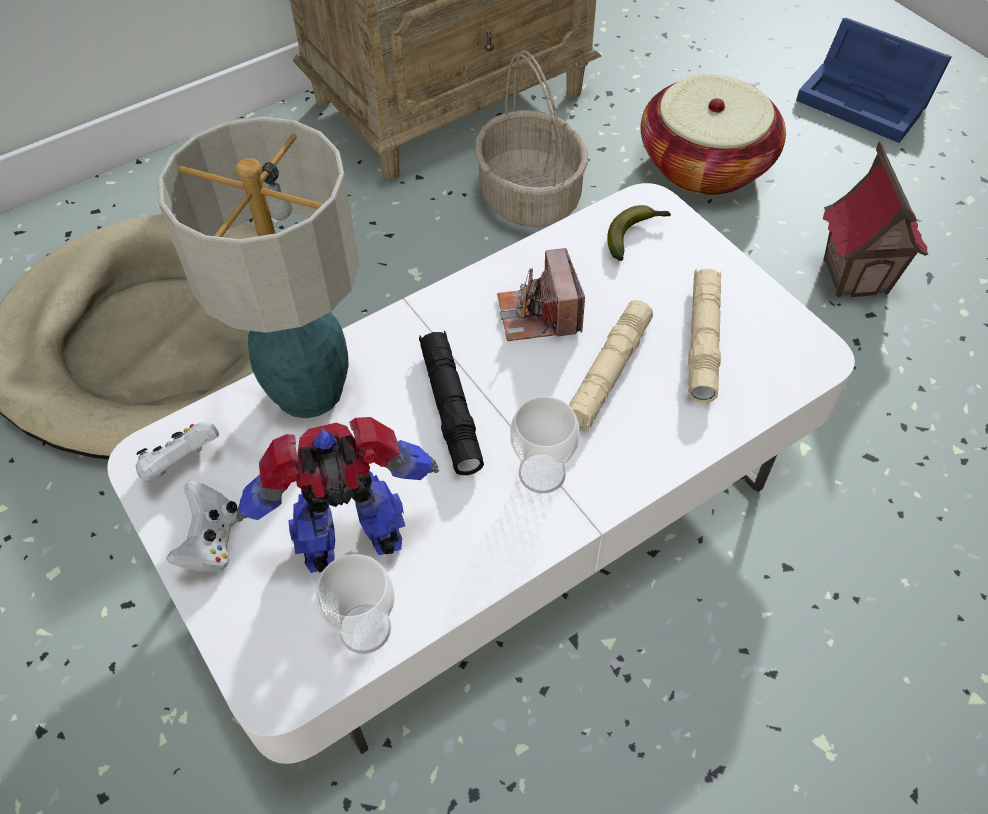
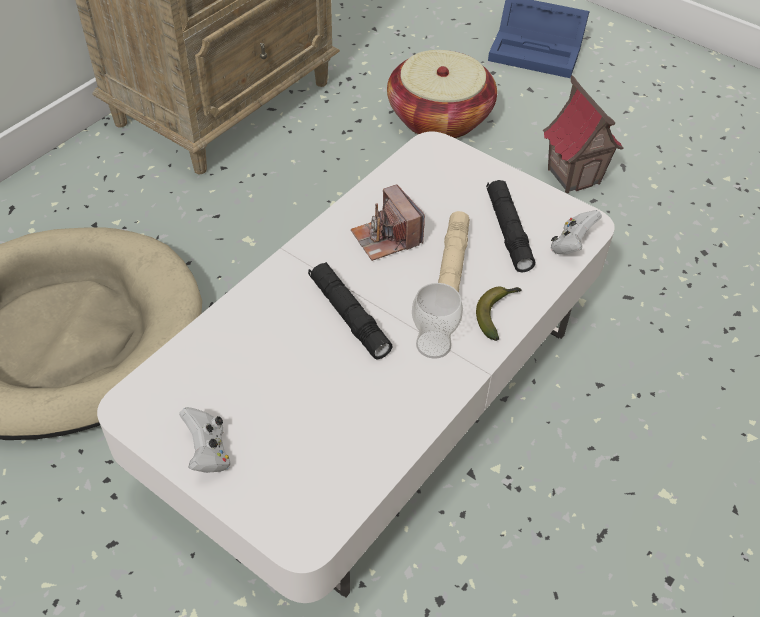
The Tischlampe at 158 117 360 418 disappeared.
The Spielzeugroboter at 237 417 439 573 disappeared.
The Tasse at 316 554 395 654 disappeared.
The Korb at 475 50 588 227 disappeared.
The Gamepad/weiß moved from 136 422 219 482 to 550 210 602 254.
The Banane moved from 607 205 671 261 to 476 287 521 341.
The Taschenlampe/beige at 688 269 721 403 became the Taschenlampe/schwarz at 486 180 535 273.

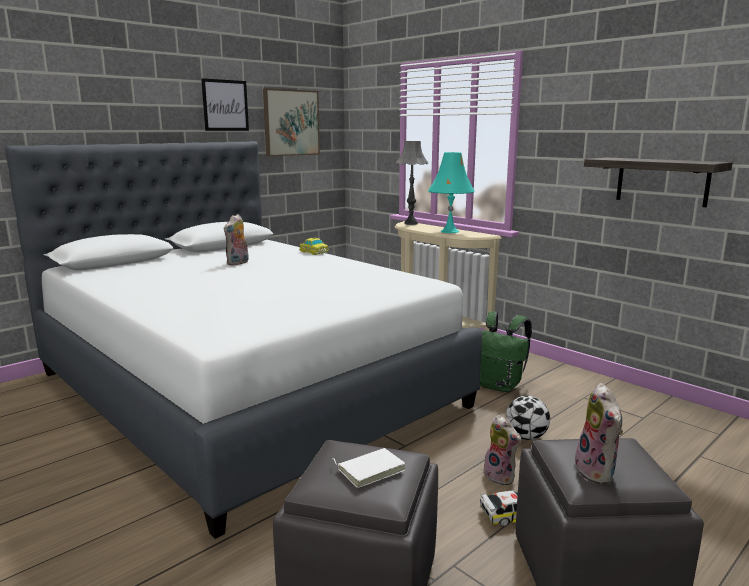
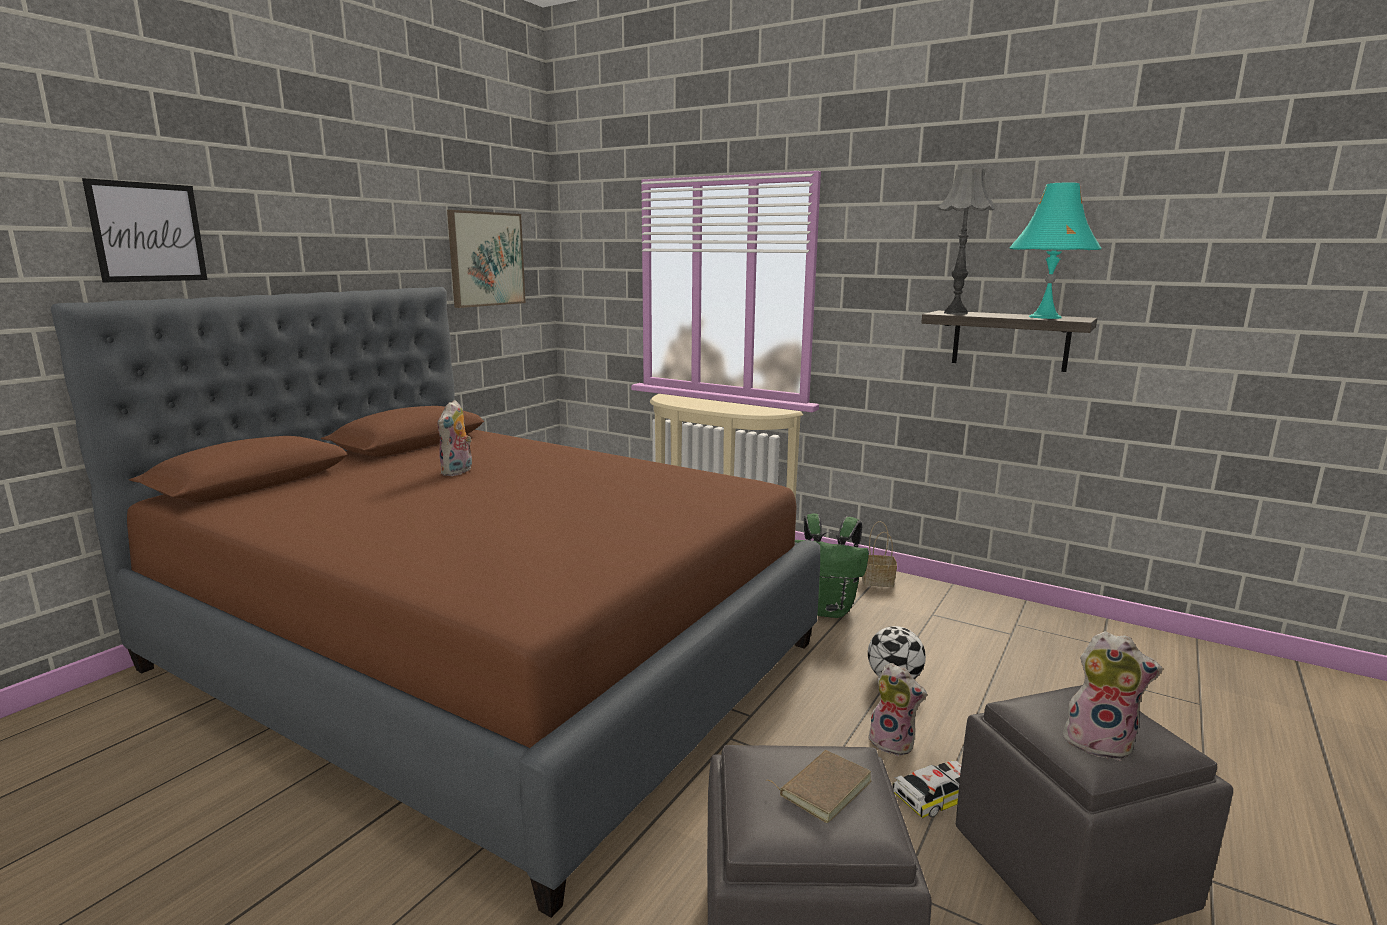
The Spielzeugauto at 299 238 329 255 disappeared.
The Korb at 862 521 897 587 appeared.
The Bild moved from 201 78 249 131 to 82 178 208 282.
The Tischlampe/grau moved from 396 141 428 225 to 938 168 996 315.
The Tischlampe/türkis moved from 428 152 475 233 to 1010 182 1101 319.
The Bett/weiß at 5 141 482 539 became the Bett/braun at 51 287 820 918.
The Buch/weiß at 332 448 405 488 became the Buch/braun at 767 750 871 823.
The Plüschtier at 575 383 623 484 turned 45 degrees counterclockwise.

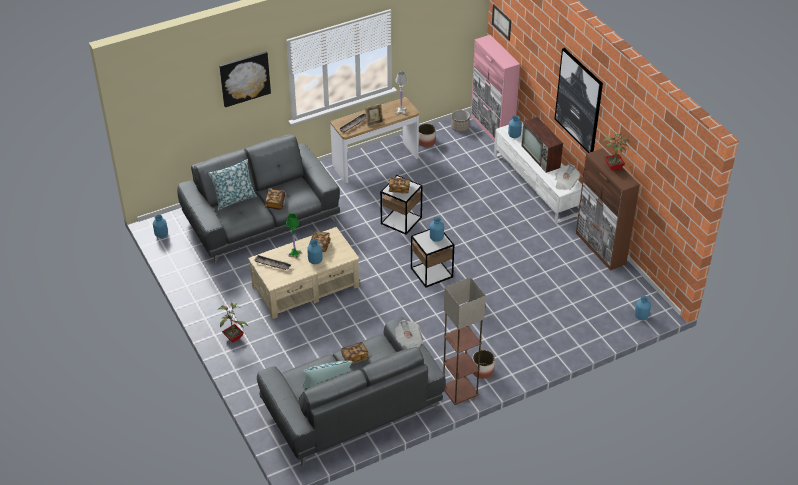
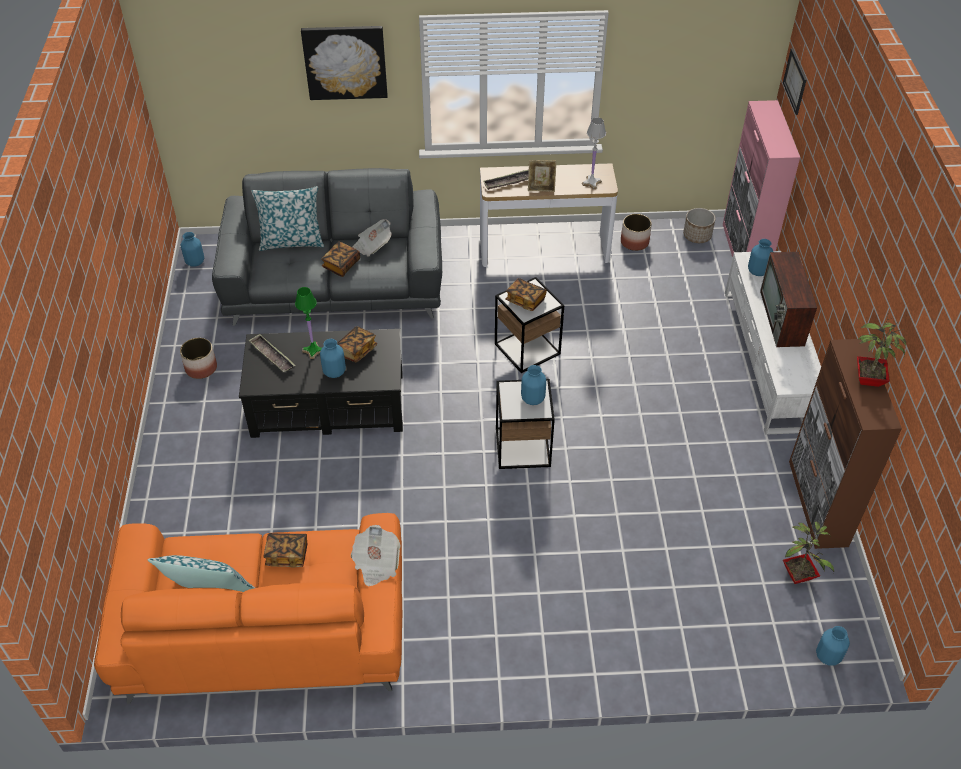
The Stehlampe at 443 277 486 405 disappeared.
The Bild at 555 48 603 153 disappeared.
The Topfpflanze moved from 218 303 248 343 to 783 521 834 584.
The Pflanzkübel moved from 472 350 495 379 to 180 338 217 379.
The Zeitung moved from 555 165 580 190 to 353 219 391 257.
The Couchtisch/beige at 248 227 360 319 became the Couchtisch/schwarz at 239 329 403 438.
The Sofa/grau at 257 317 445 466 became the Sofa/orange at 94 513 402 704.

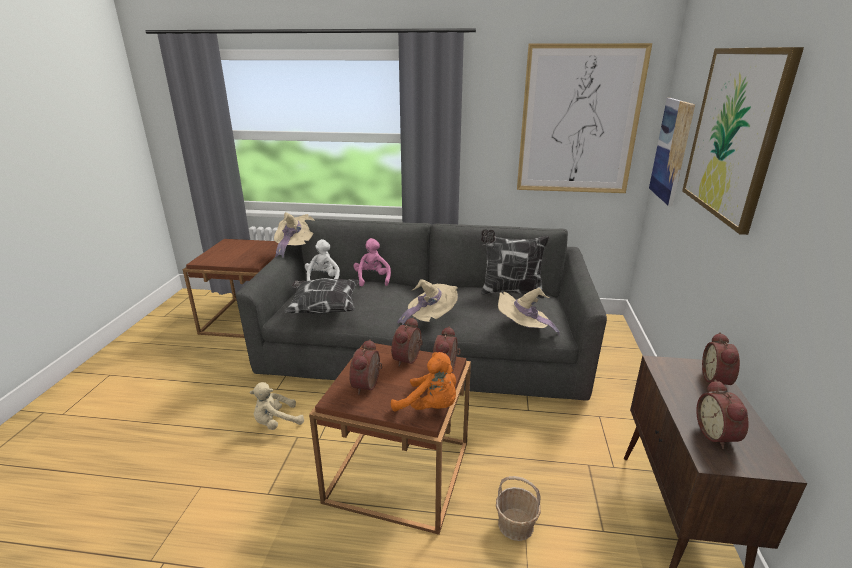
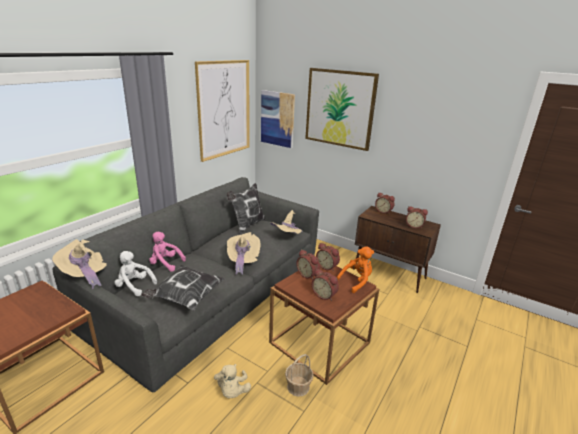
The Korb moved from 496 476 541 541 to 285 354 314 397.

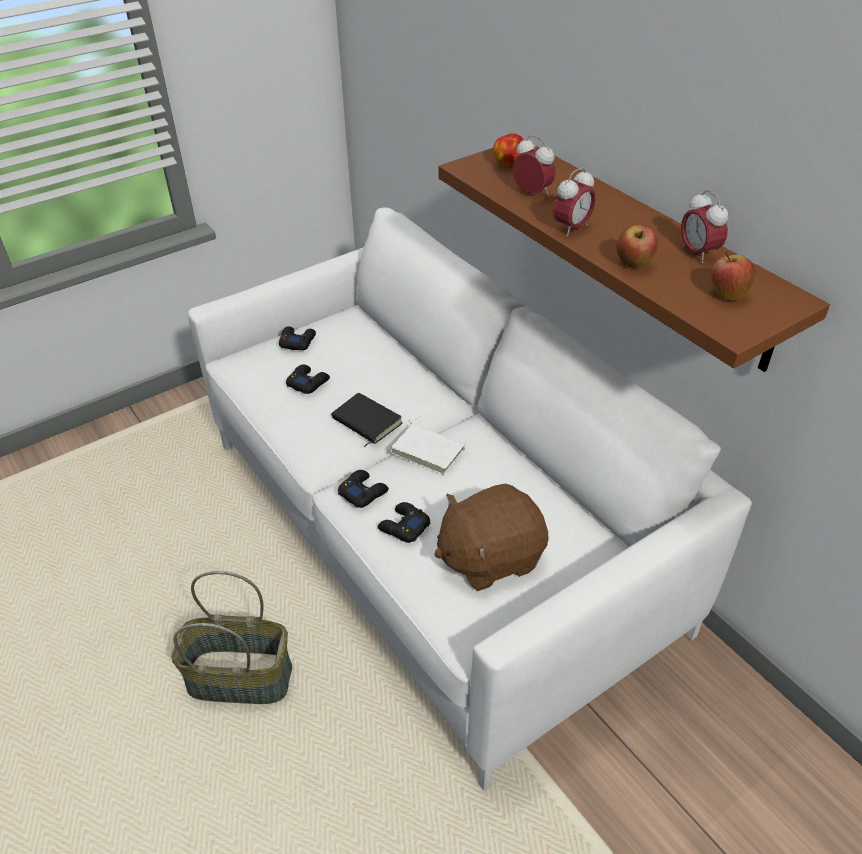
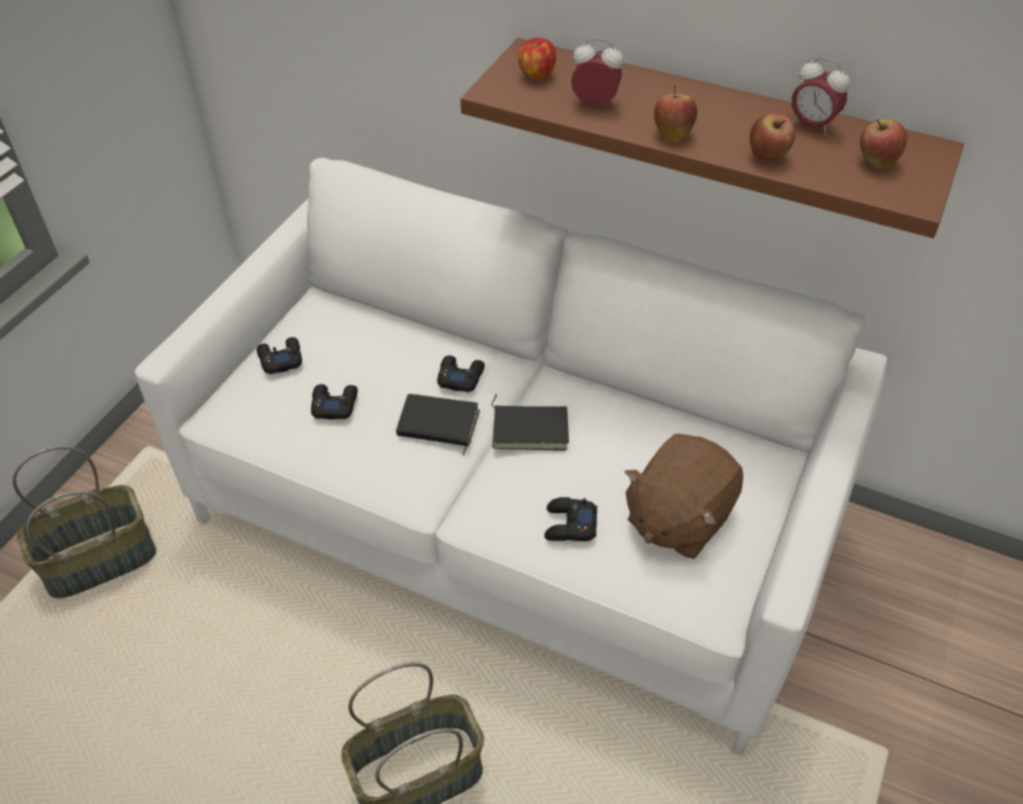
The Korb at 12 446 156 598 appeared.
The Gamepad/schwarz moved from 338 470 389 508 to 437 355 485 392.
The Wecker at 553 167 596 237 was replaced by the Apfel at 654 85 697 142.
The Buch/weiß at 391 416 465 475 became the Buch/schwarz at 491 394 569 451.

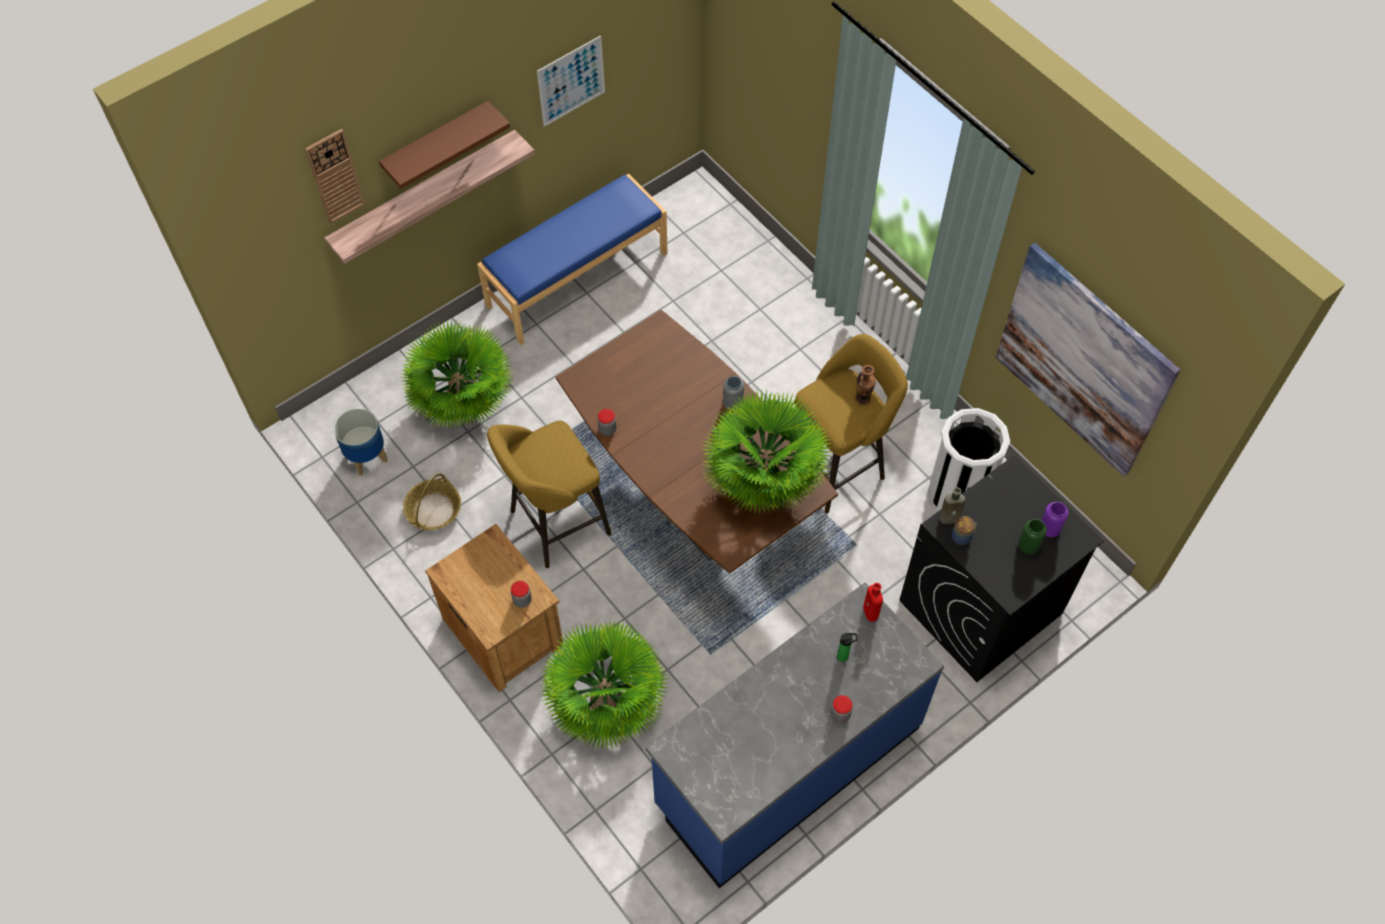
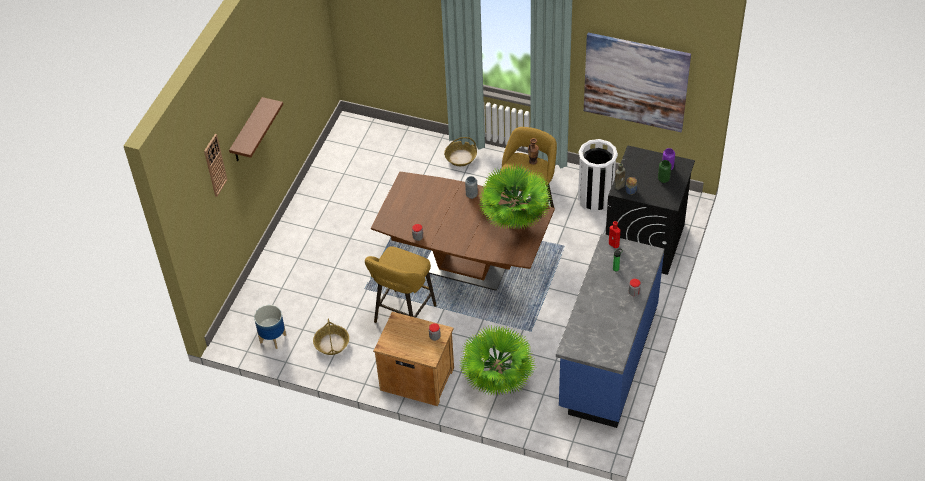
The Wandregal at 324 130 535 264 disappeared.
The Topfpflanze at 400 321 514 430 disappeared.
The Bank/blau at 477 174 668 345 disappeared.
The Bild at 537 35 605 127 disappeared.
The Korb at 444 137 477 166 appeared.

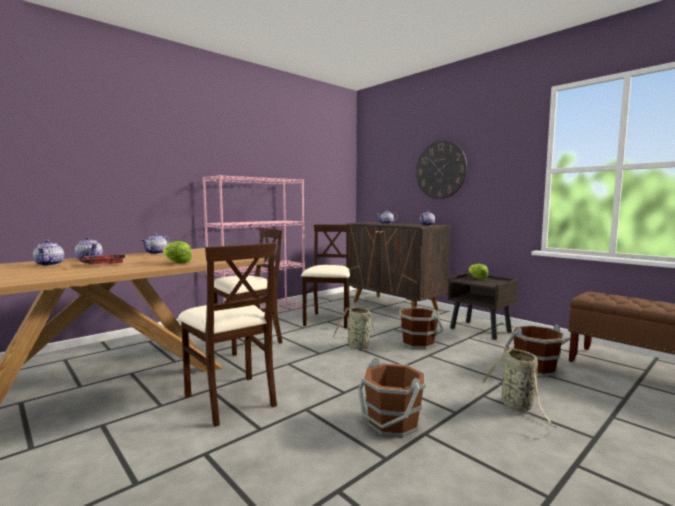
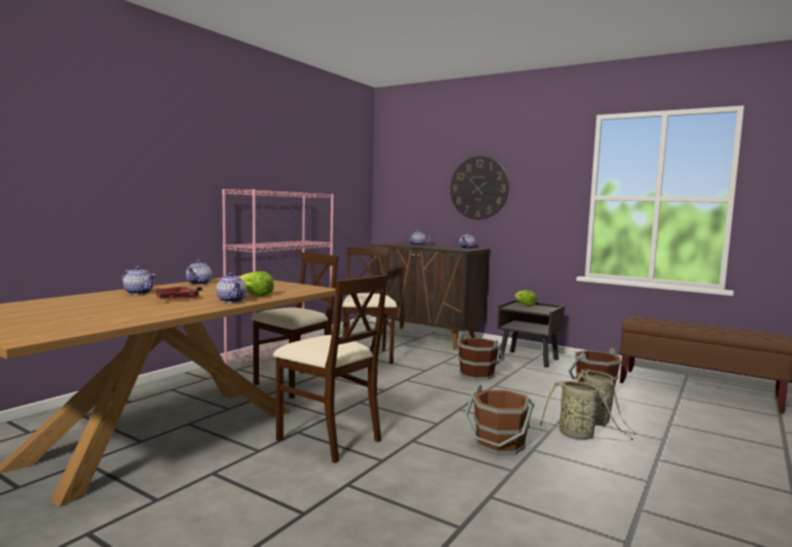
The Teekanne moved from 33 240 64 266 to 216 272 247 302.
The Korb moved from 332 307 388 352 to 539 381 633 441.

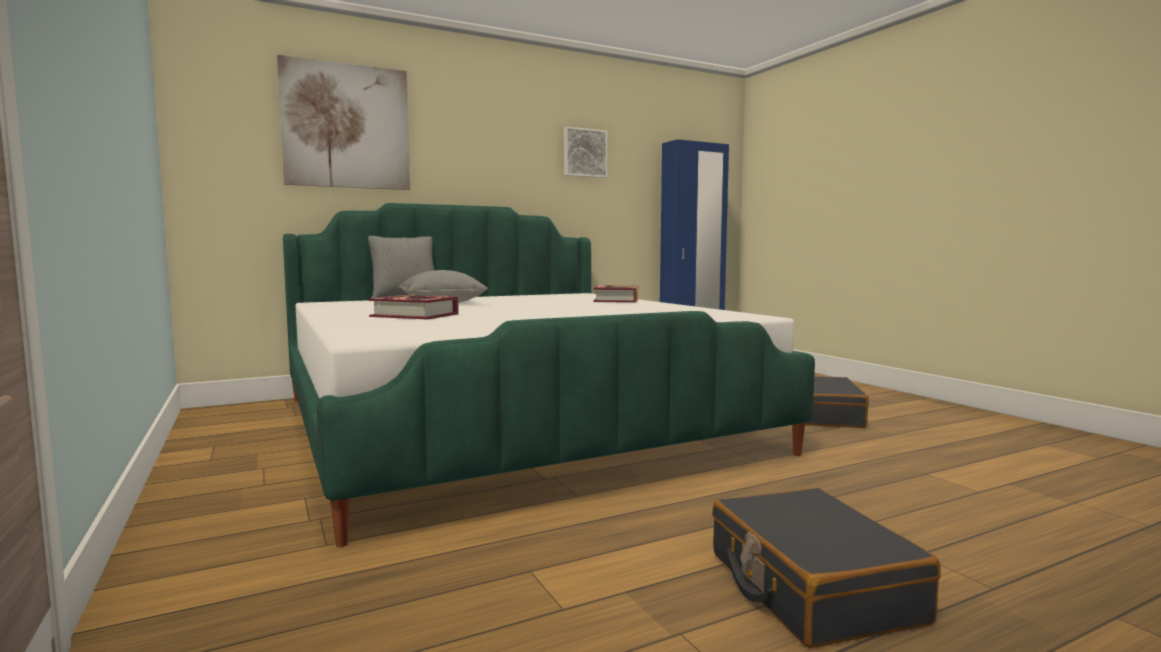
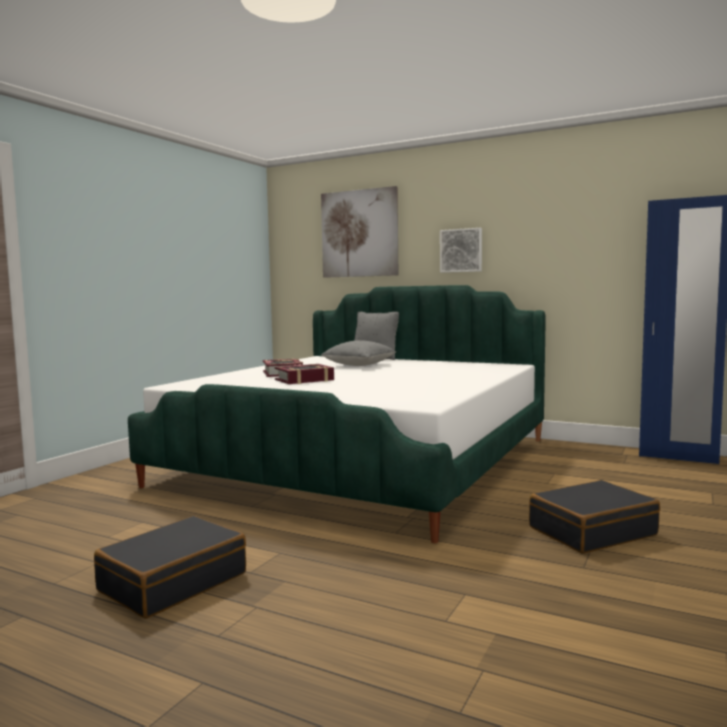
The Bild moved from 564 127 608 178 to 440 228 482 273.
The Buch moved from 593 285 639 303 to 274 364 334 384.

